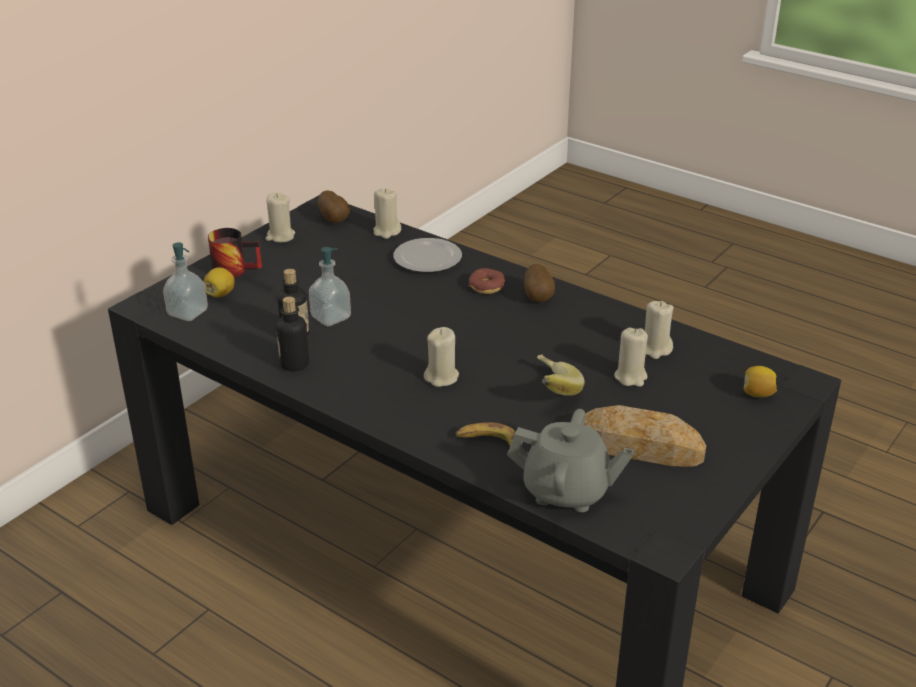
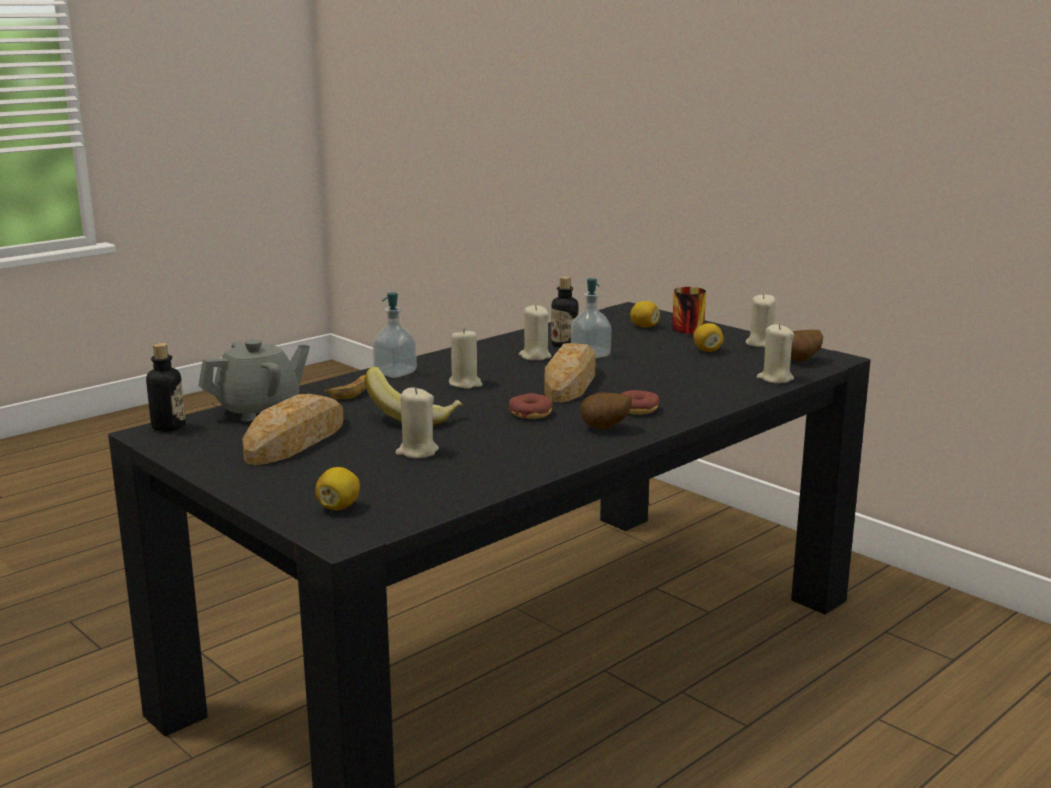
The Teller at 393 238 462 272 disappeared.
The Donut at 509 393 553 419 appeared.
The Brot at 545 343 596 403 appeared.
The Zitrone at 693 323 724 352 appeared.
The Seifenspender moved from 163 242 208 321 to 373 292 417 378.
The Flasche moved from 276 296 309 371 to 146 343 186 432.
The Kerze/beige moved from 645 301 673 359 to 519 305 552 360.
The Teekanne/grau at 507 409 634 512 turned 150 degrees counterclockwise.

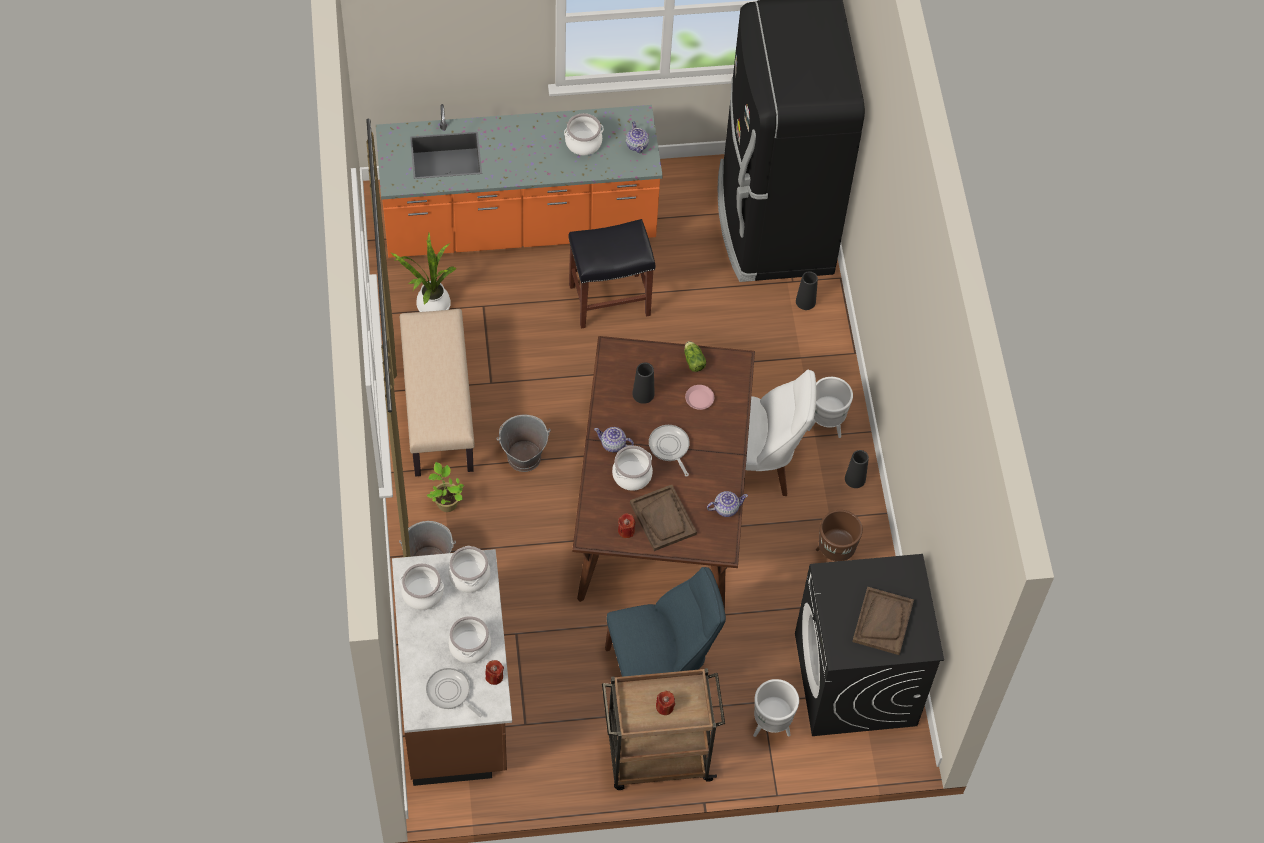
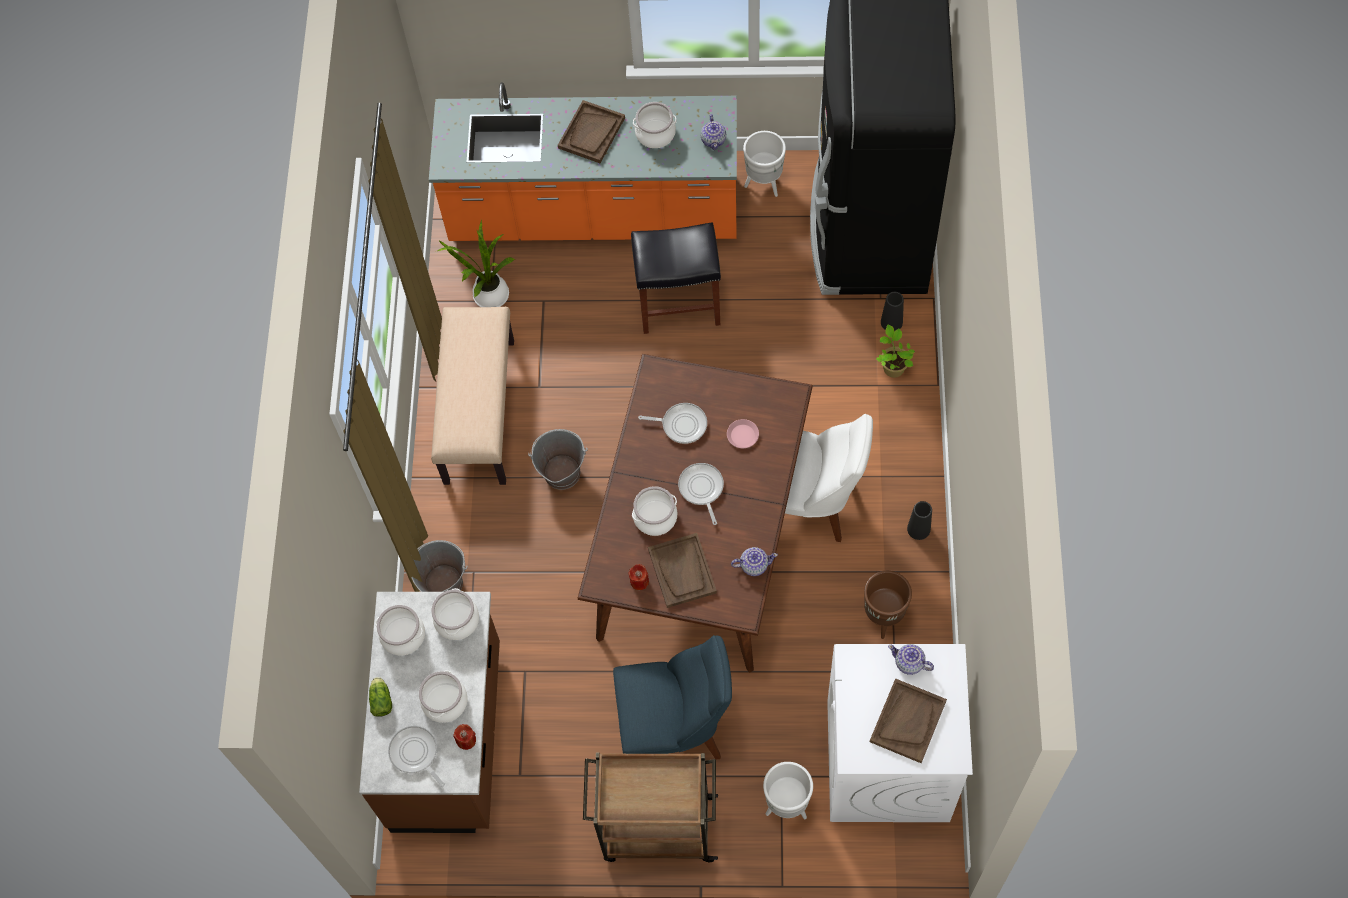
The Kerze/rot at 656 691 675 715 disappeared.
The Tablett/braun at 558 100 625 163 appeared.
The Topfpflanze moved from 427 462 464 512 to 876 324 915 378.
The Teekanne moved from 594 427 634 452 to 888 644 934 675.
The Salatkopf moved from 684 341 706 372 to 369 677 392 717.
The Pflanzkübel/weiß moved from 807 377 853 438 to 743 131 786 197.
The Vase/schwarz at 632 362 654 404 was replaced by the Pfanne at 638 403 707 444.
The Waschmaschine/schwarz at 795 554 944 736 became the Waschmaschine/weiß at 827 644 973 822.

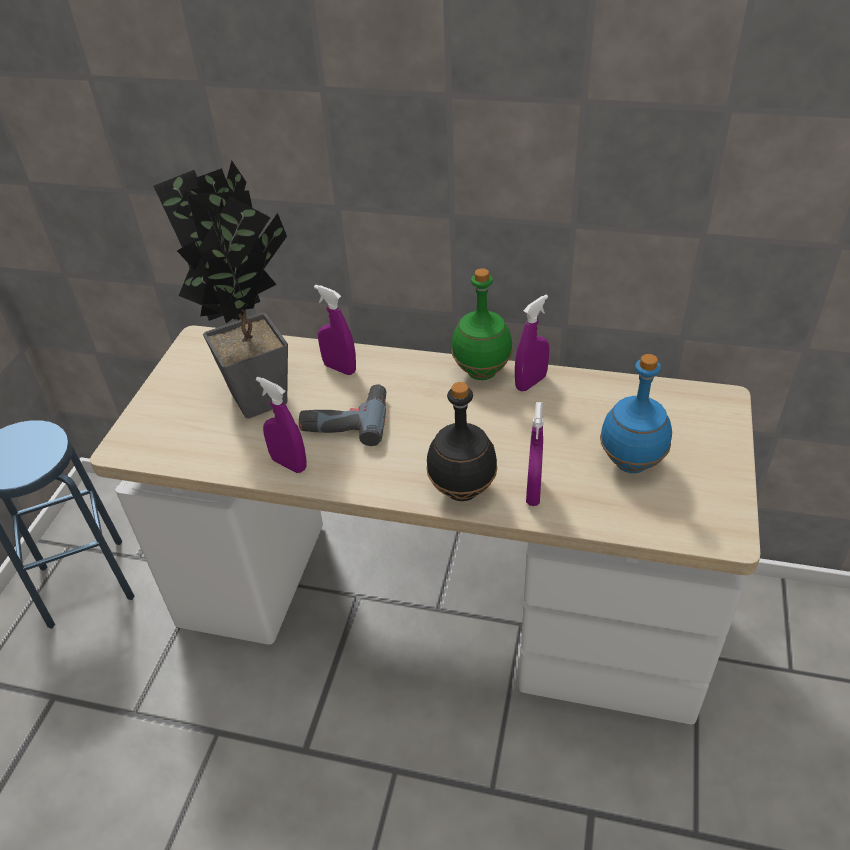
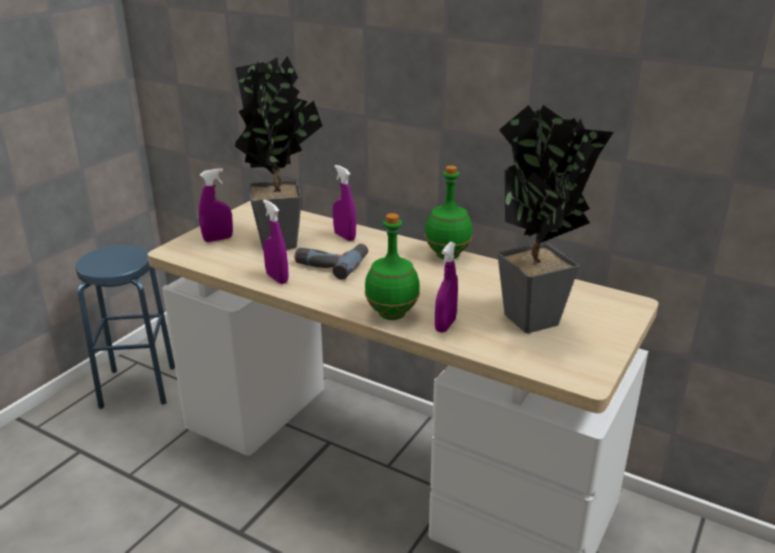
The Sprühflasche/lila moved from 515 294 549 392 to 199 168 233 242.
The Flasche/blau at 600 354 672 473 was replaced by the Topfpflanze at 497 105 614 333.
The Flasche/schwarz at 426 382 497 501 became the Flasche/grün at 365 213 420 320.

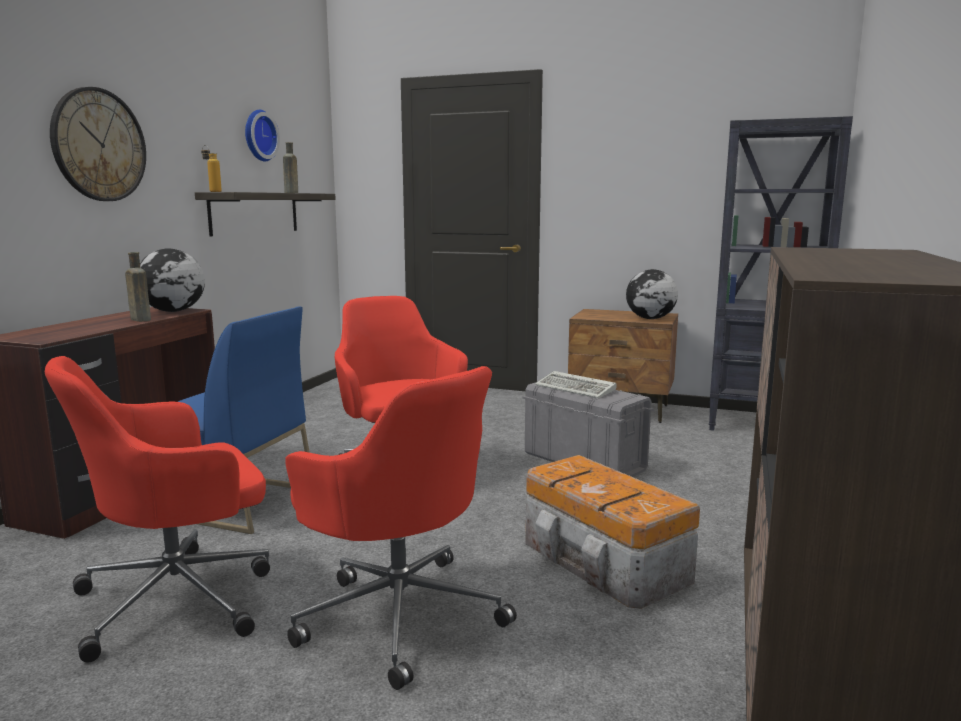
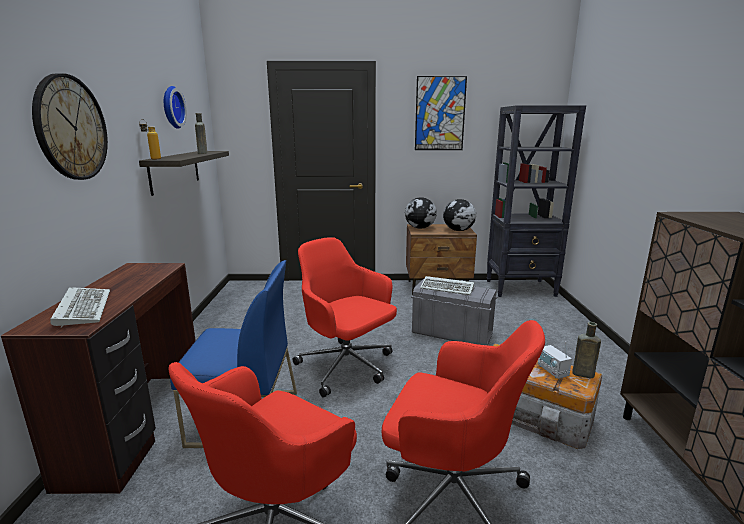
The Tastatur at 50 287 110 328 appeared.
The Bild at 415 76 467 150 appeared.
The Radio at 537 342 572 379 appeared.
The Flasche/braun moved from 125 252 151 322 to 572 322 601 379.
The Globus moved from 140 248 205 312 to 405 197 437 229.

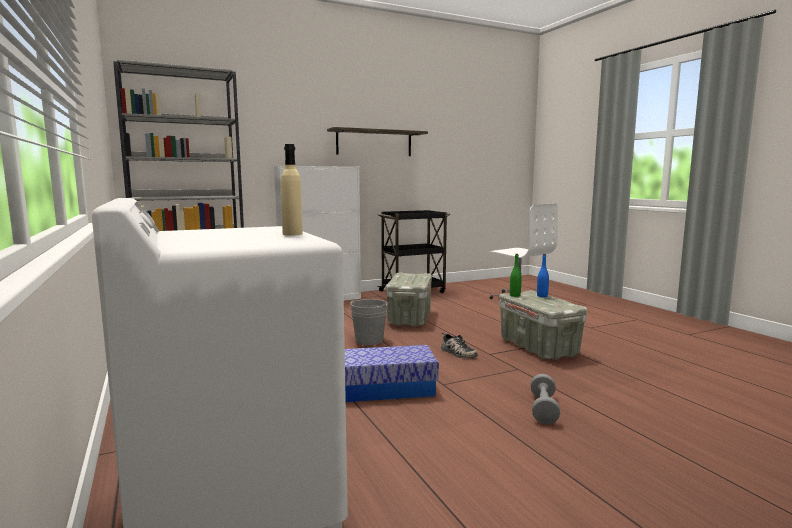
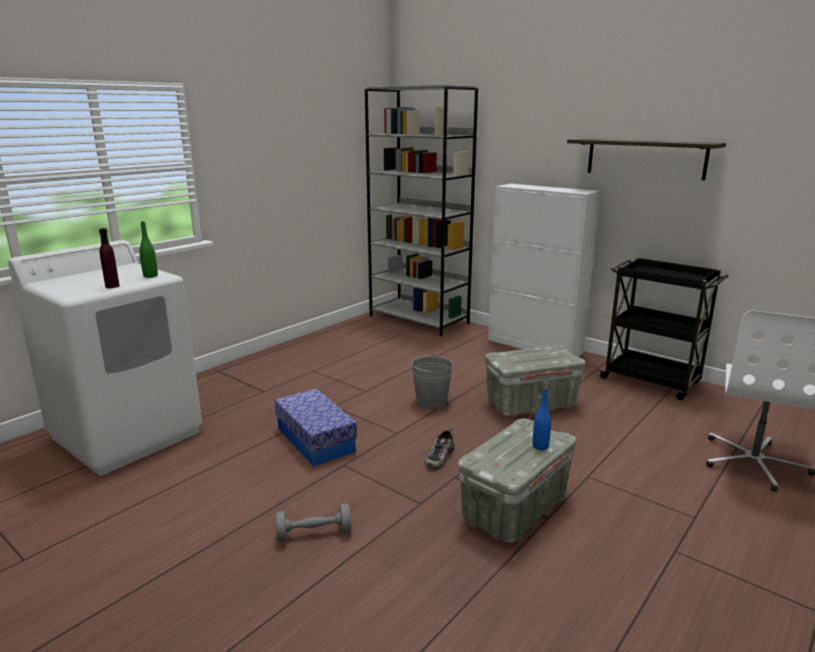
The Flasche/grün moved from 510 254 522 297 to 139 221 158 278.
The Flasche/beige at 281 144 303 235 became the Flasche/lila at 99 228 120 288.

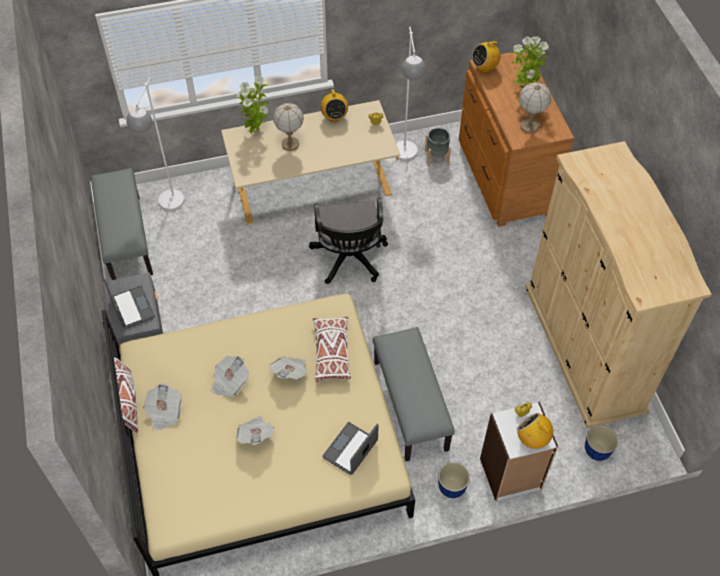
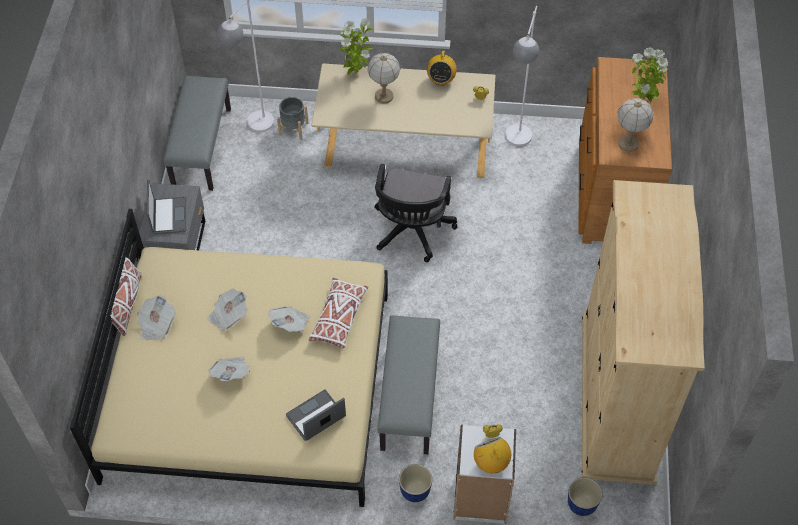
The Radio at 472 41 501 73 disappeared.
The Pflanzkübel/grau moved from 425 128 451 167 to 277 97 308 140.

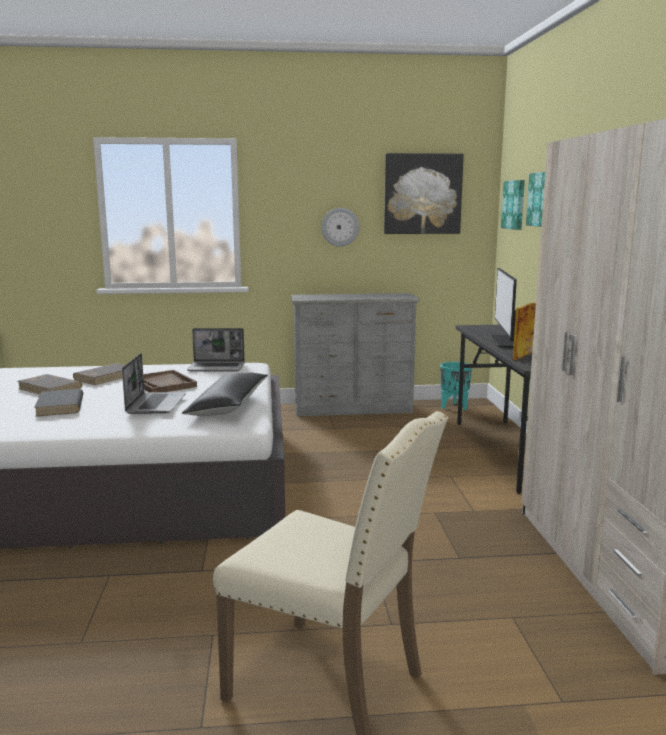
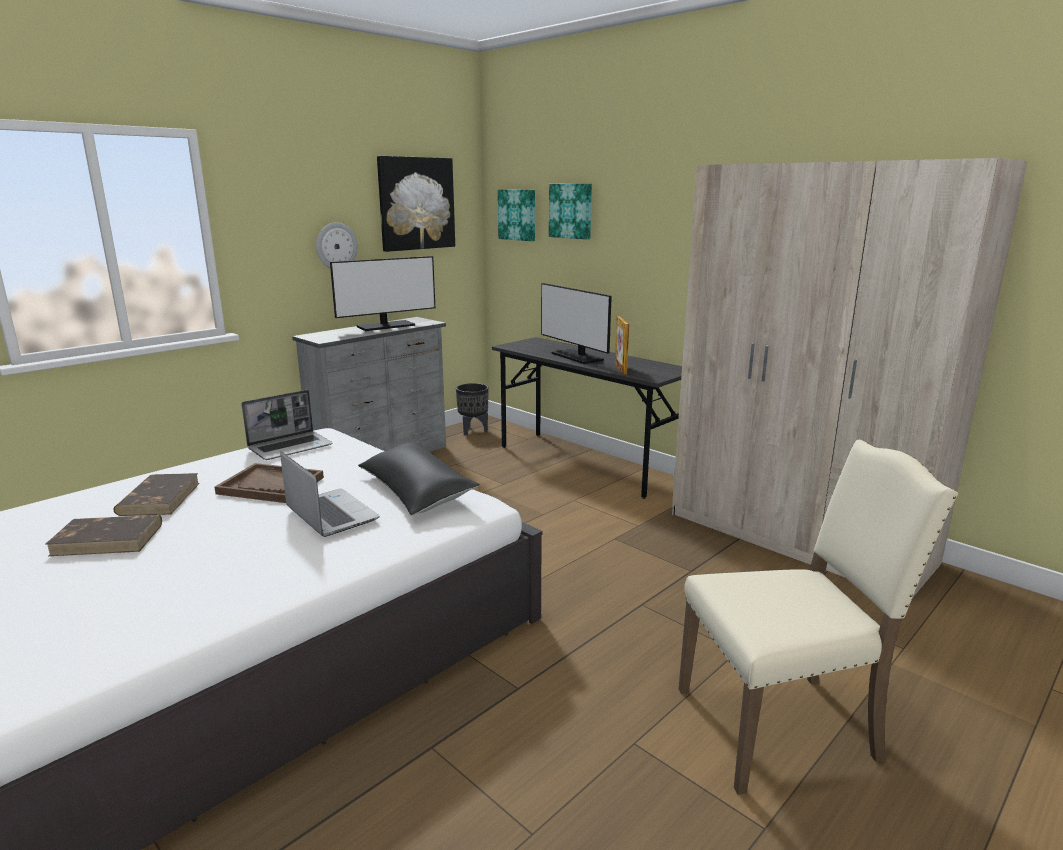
The Buch/schwarz at 34 389 83 417 disappeared.
The Monitor at 330 256 435 331 appeared.
The Pflanzkübel/türkis at 440 362 472 410 became the Pflanzkübel/schwarz at 456 383 489 435.

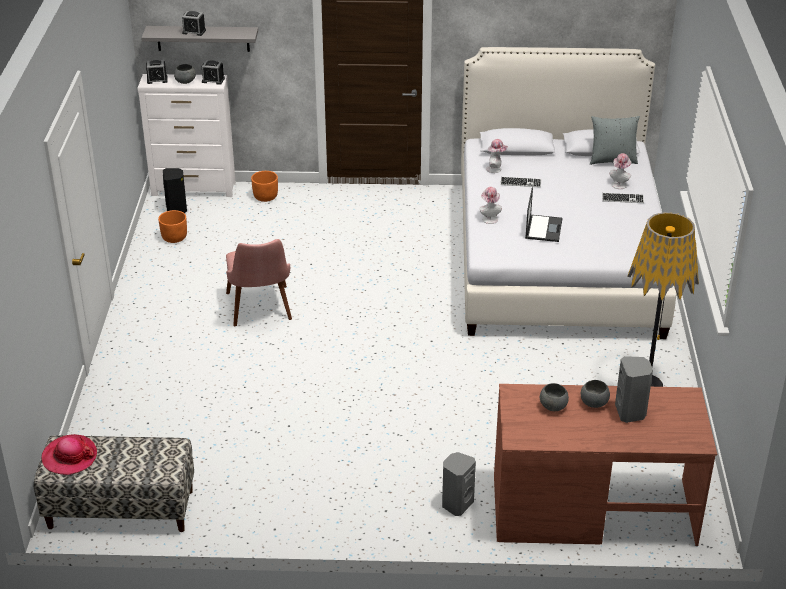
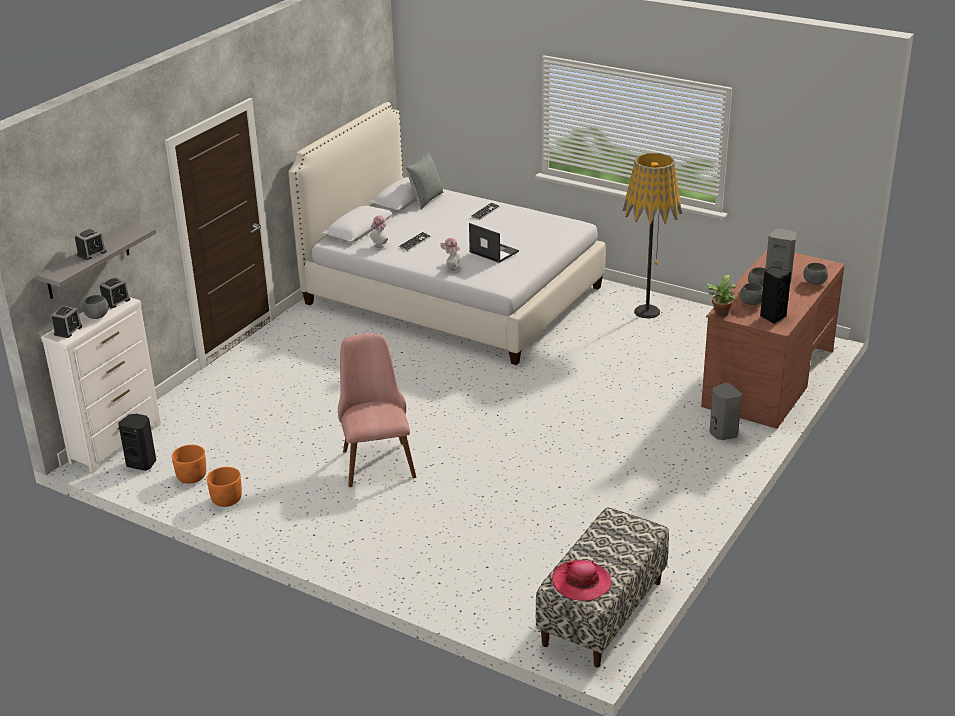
The Hut at 610 153 632 189 disappeared.
The Topfpflanze at 705 275 737 317 appeared.
The Lautsprecher/schwarz at 760 267 792 324 appeared.
The Schüssel/grau at 803 263 828 285 appeared.
The Pflanzkübel/orange moved from 251 171 278 202 to 207 467 242 507.
The Stuhl/rosa at 226 239 292 326 turned 120 degrees counterclockwise.

